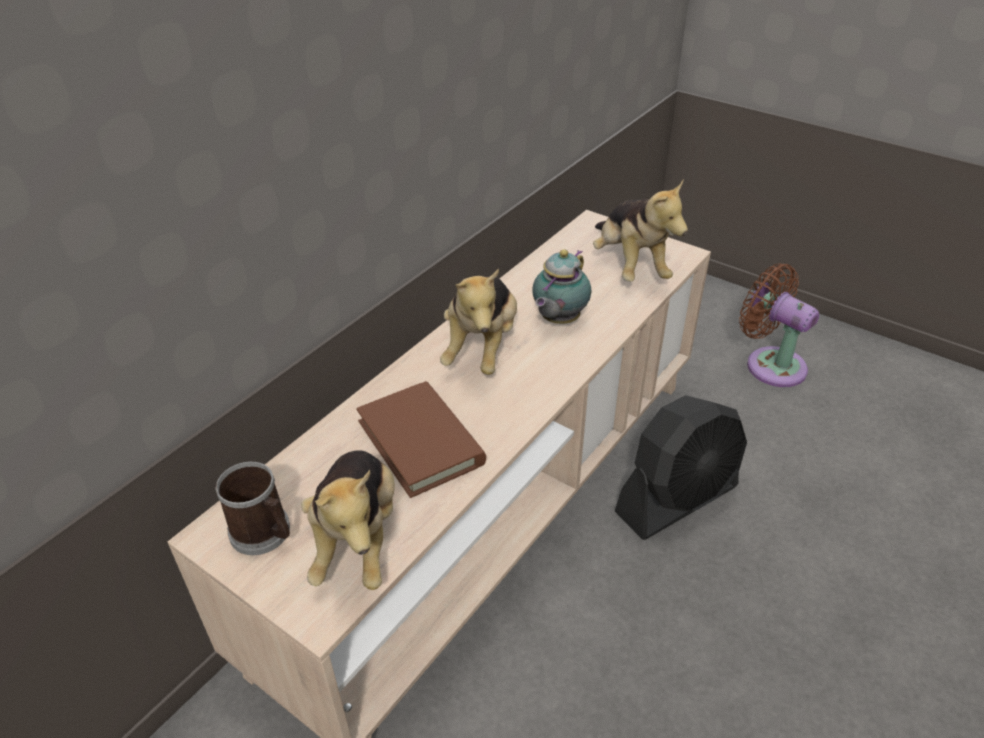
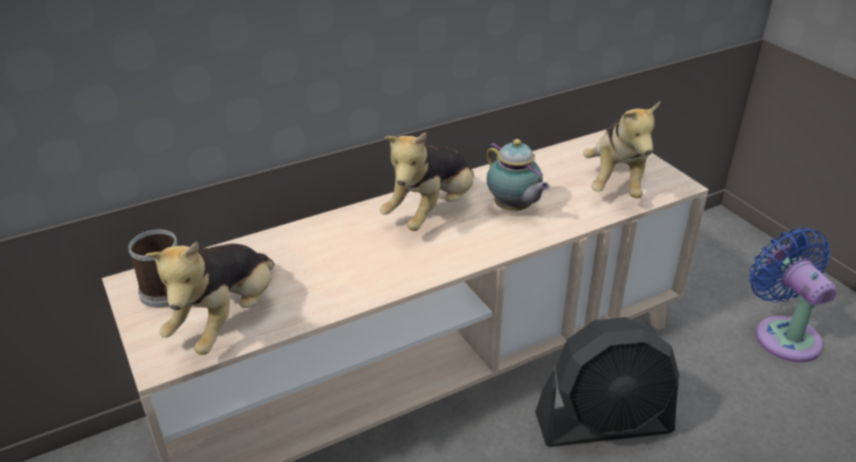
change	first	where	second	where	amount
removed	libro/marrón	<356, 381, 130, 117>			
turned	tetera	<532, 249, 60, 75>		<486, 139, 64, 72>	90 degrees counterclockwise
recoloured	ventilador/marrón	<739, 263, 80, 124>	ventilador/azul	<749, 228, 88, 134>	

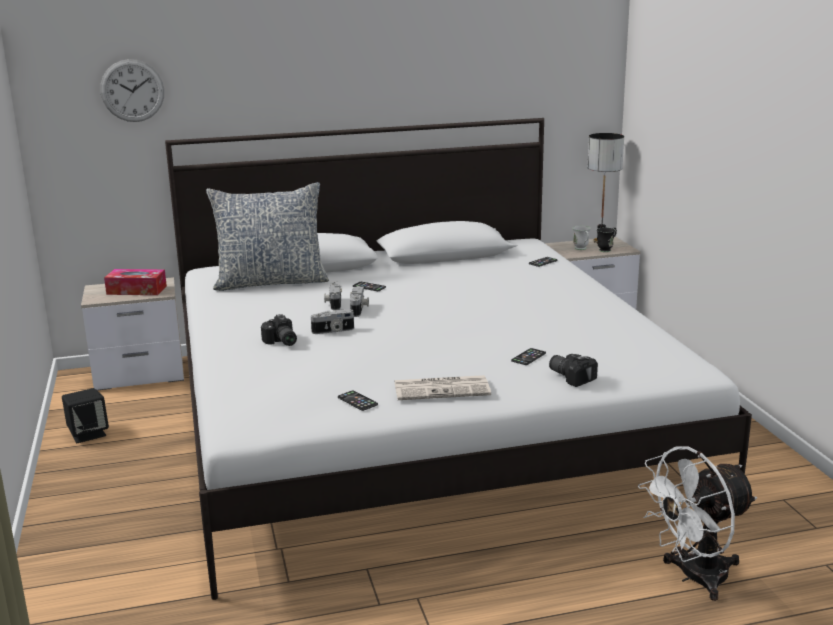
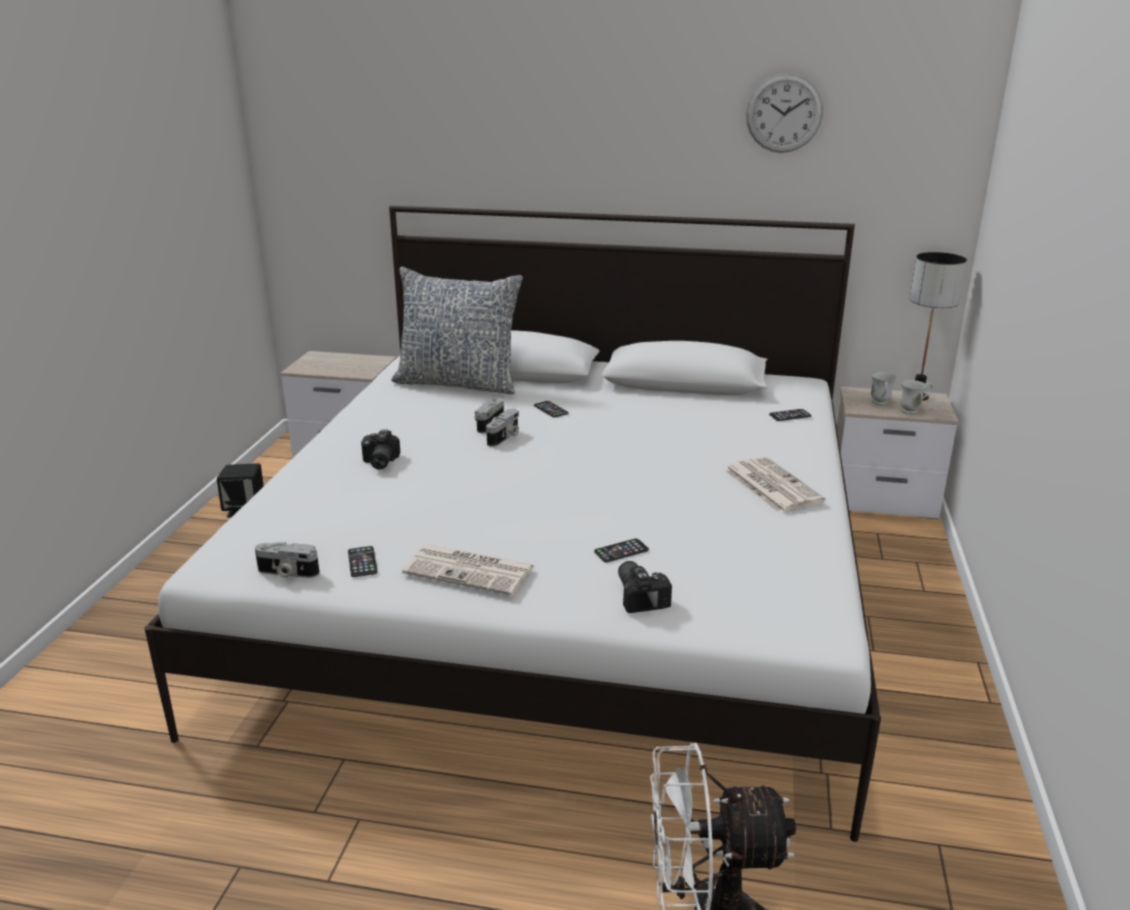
change	first	where	second	where	amount
moved	reloj de pared	<100, 59, 64, 63>		<746, 73, 77, 80>	
removed	caja de pañuelos	<104, 269, 63, 26>			
moved	cámara	<311, 309, 43, 25>		<255, 542, 65, 36>	
recoloured	taza grande/negro	<597, 227, 20, 25>	taza grande/blanco	<900, 380, 33, 34>	
added			periódico	<724, 457, 101, 56>	

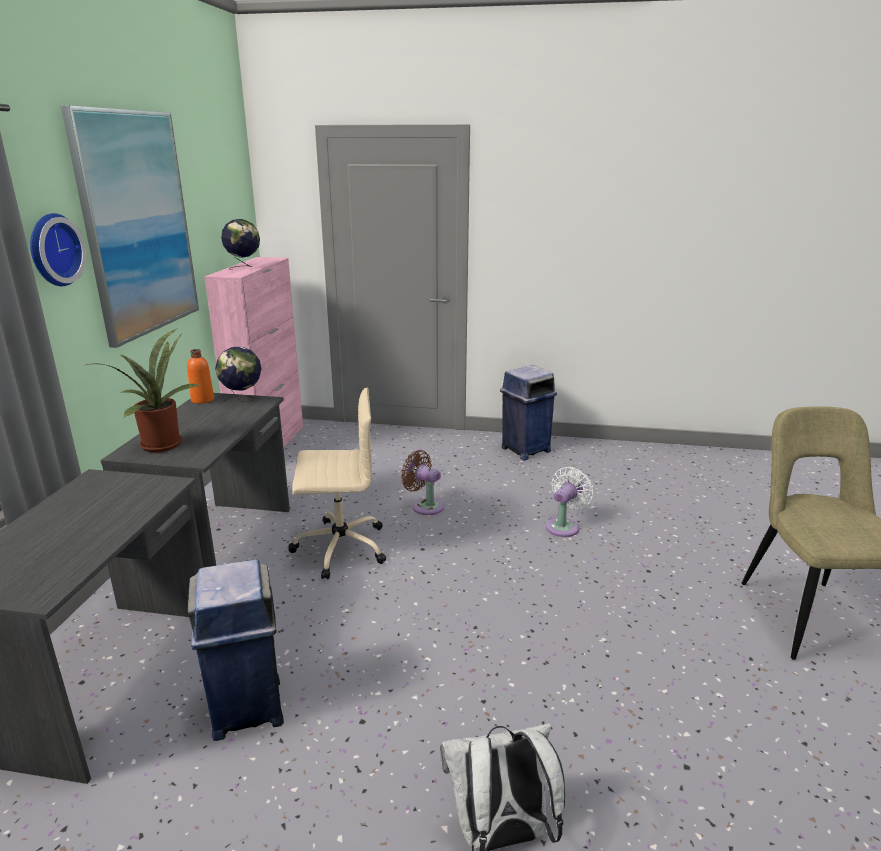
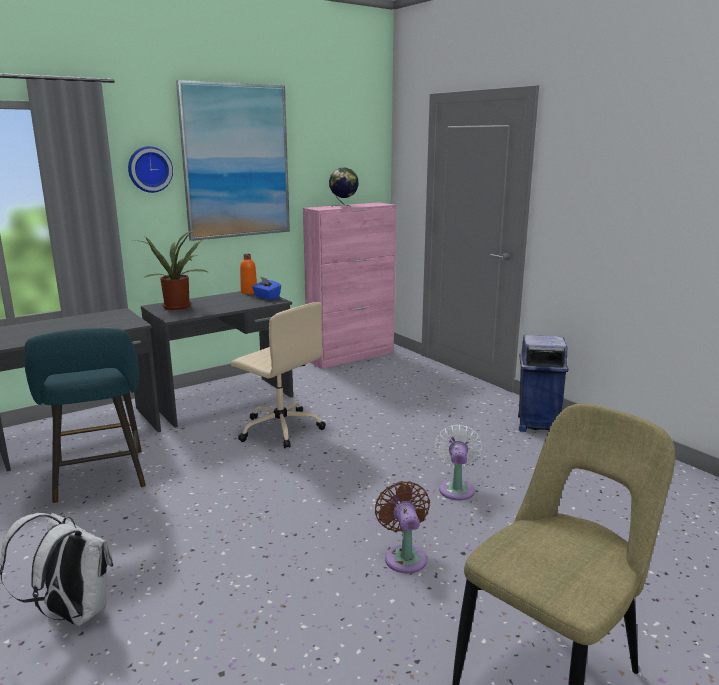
change	first	where	second	where	amount
replaced	papelera/azul	<188, 559, 96, 182>	taburete/turquesa	<24, 328, 122, 176>	
replaced	globo terráqueo	<215, 347, 46, 55>	caja de pañuelos/azul	<252, 277, 29, 23>	
moved	ventilador/marrón	<401, 450, 43, 65>		<375, 481, 55, 92>	
turned	ventilador/blanco	<546, 467, 48, 70>		<434, 425, 49, 75>	75 degrees counterclockwise

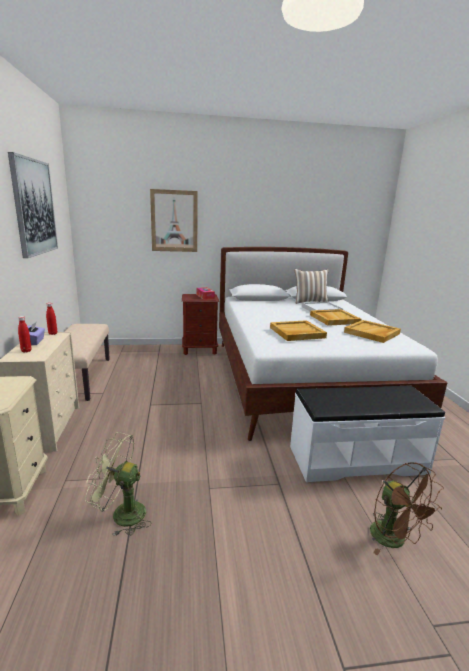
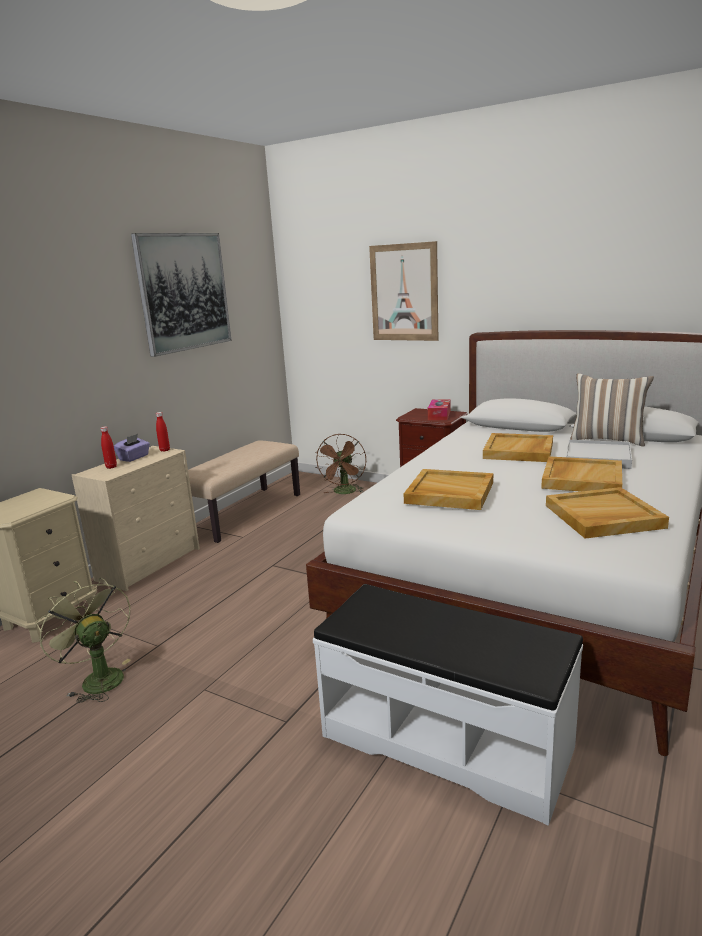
change	first	where	second	where	amount
moved	ventilador/marrón	<370, 462, 74, 93>		<315, 434, 51, 60>	
added			bandeja/beis	<483, 433, 70, 29>	

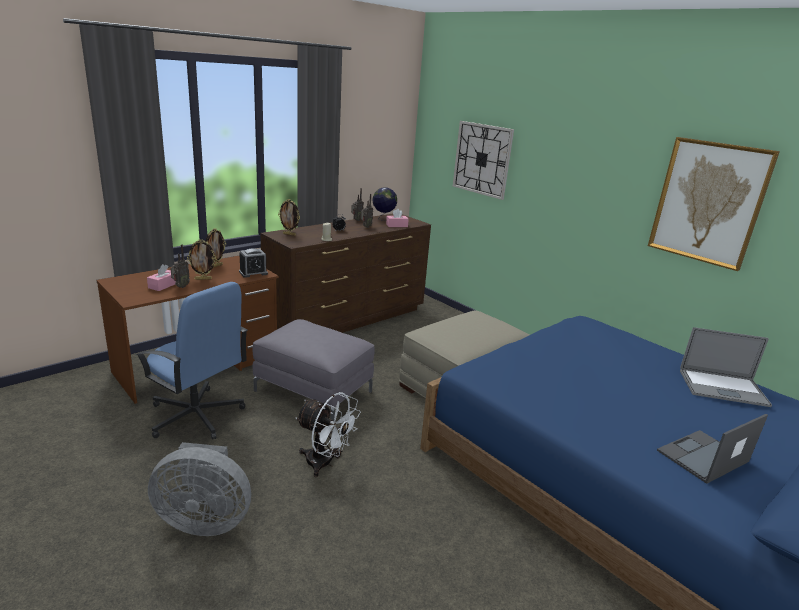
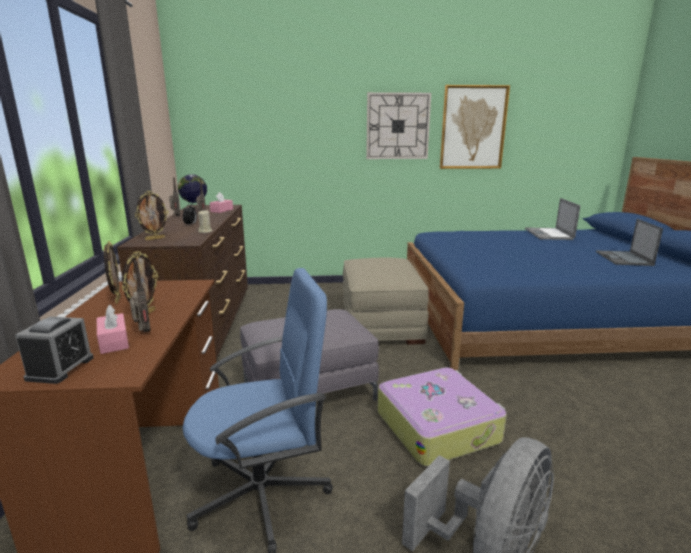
change	first	where	second	where	amount
moved	despertador	<239, 249, 29, 29>		<15, 316, 79, 68>	
replaced	ventilador/blanco	<296, 392, 65, 85>	maleta	<378, 367, 129, 100>	
moved	reloj de pared	<453, 121, 61, 79>		<366, 92, 65, 67>	
turned	portátil	<680, 327, 92, 80>		<525, 198, 55, 42>	135 degrees clockwise

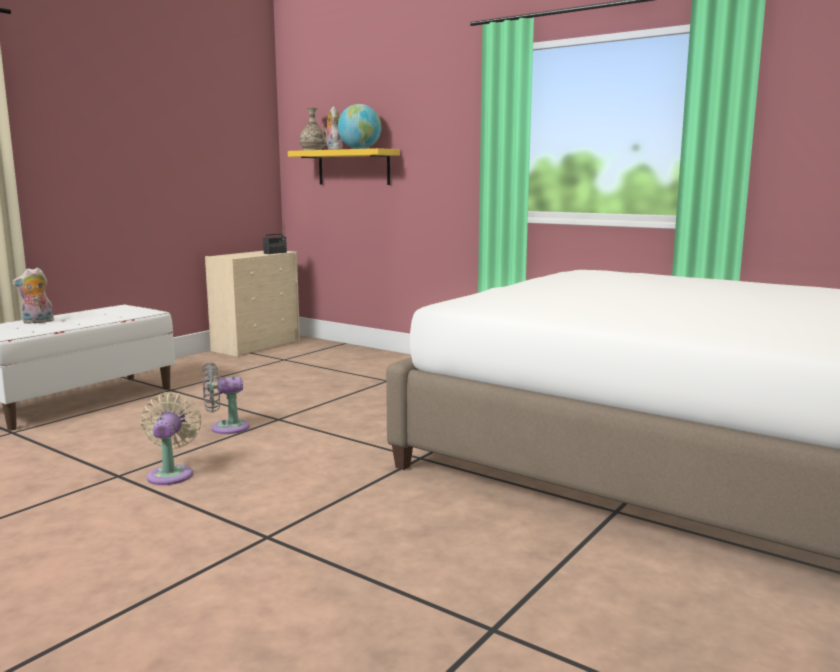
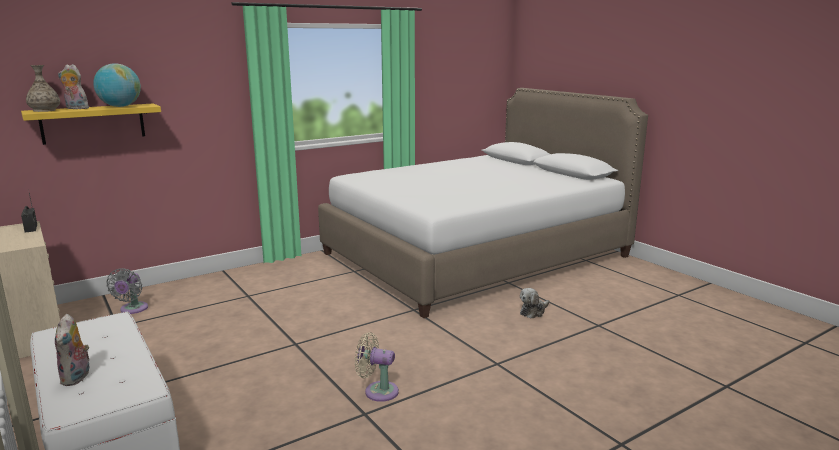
change	first	where	second	where	amount
moved	ventilador/gris	<202, 362, 48, 72>		<106, 268, 42, 46>	
added			peluche	<520, 288, 30, 31>	

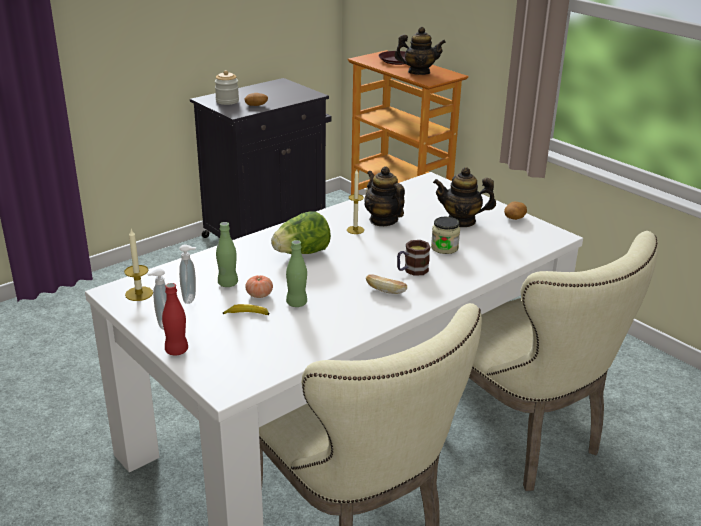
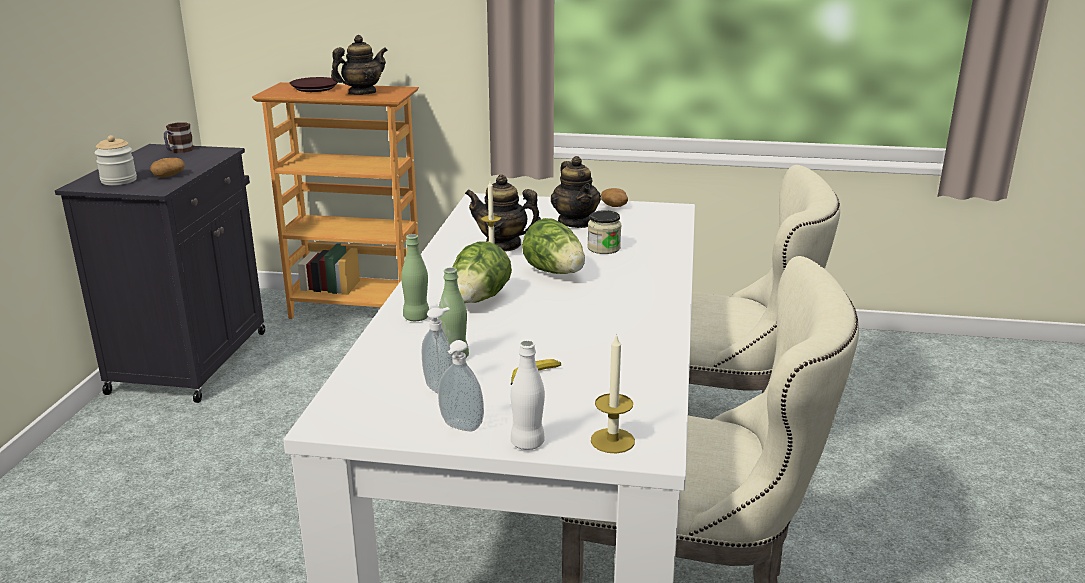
change	first	where	second	where	amount
moved	vela	<124, 229, 29, 72>		<591, 334, 44, 119>	
recoloured	botella/rojo	<162, 283, 26, 73>	botella/blanco	<511, 340, 34, 110>	
removed	tomate	<245, 275, 28, 23>			
moved	botella/verde	<286, 240, 21, 67>		<401, 234, 28, 87>	
removed	pan	<366, 274, 41, 20>			
moved	taza grande	<397, 240, 33, 36>		<164, 122, 30, 31>	
turned	tetera	<433, 167, 63, 60>		<551, 156, 50, 72>	75 degrees counterclockwise
added			lechuga	<522, 218, 63, 56>	

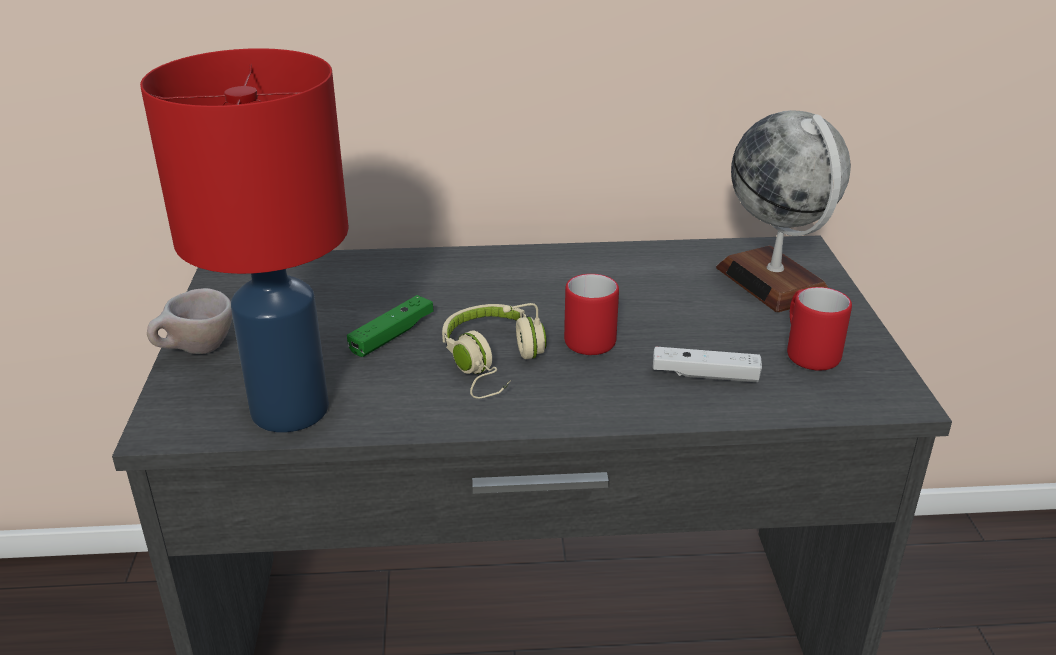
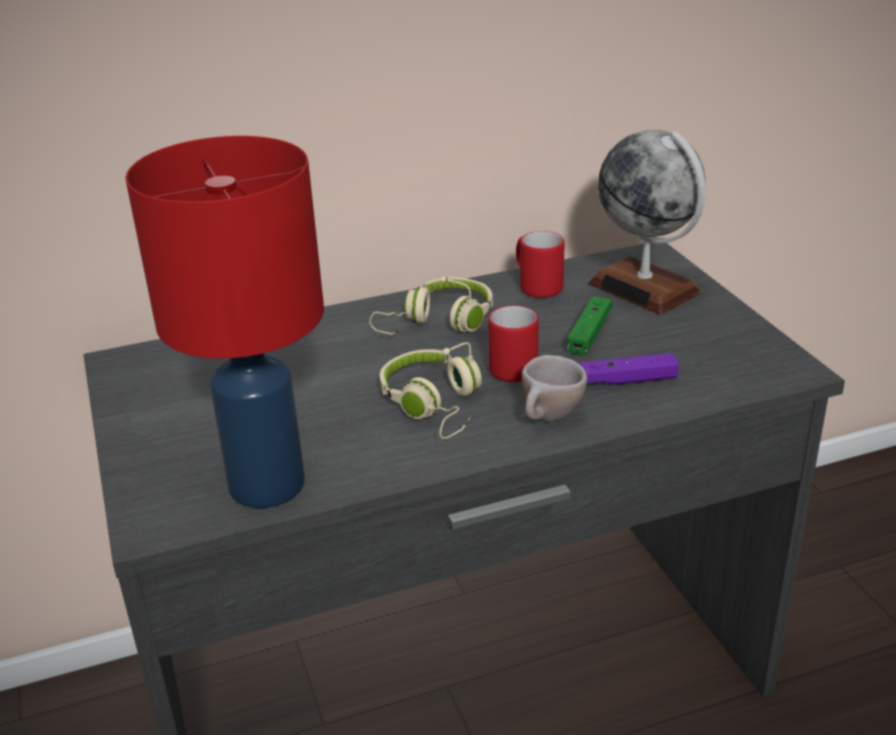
change	first	where	second	where	amount
moved	taza/beis	<147, 288, 85, 66>		<522, 355, 65, 66>	
moved	mando de consola/verde	<347, 295, 87, 62>		<567, 296, 45, 59>	
recoloured	mando de consola/blanco	<653, 346, 109, 36>	mando de consola/morado	<579, 353, 100, 32>	
moved	taza grande/rojo	<787, 287, 65, 84>		<516, 231, 49, 67>	
added			auriculares/beis	<370, 277, 123, 58>	

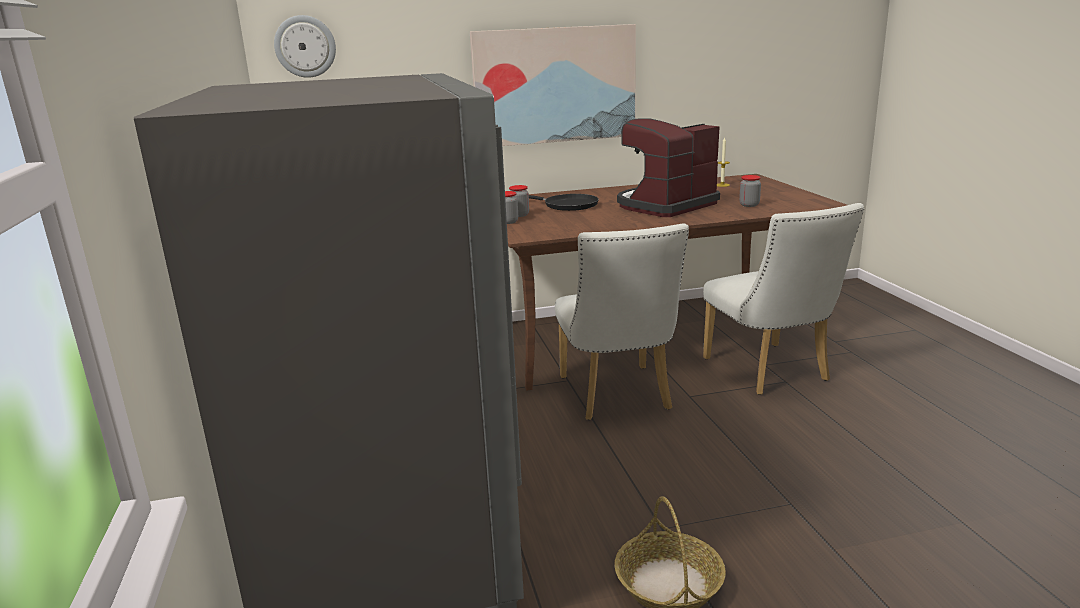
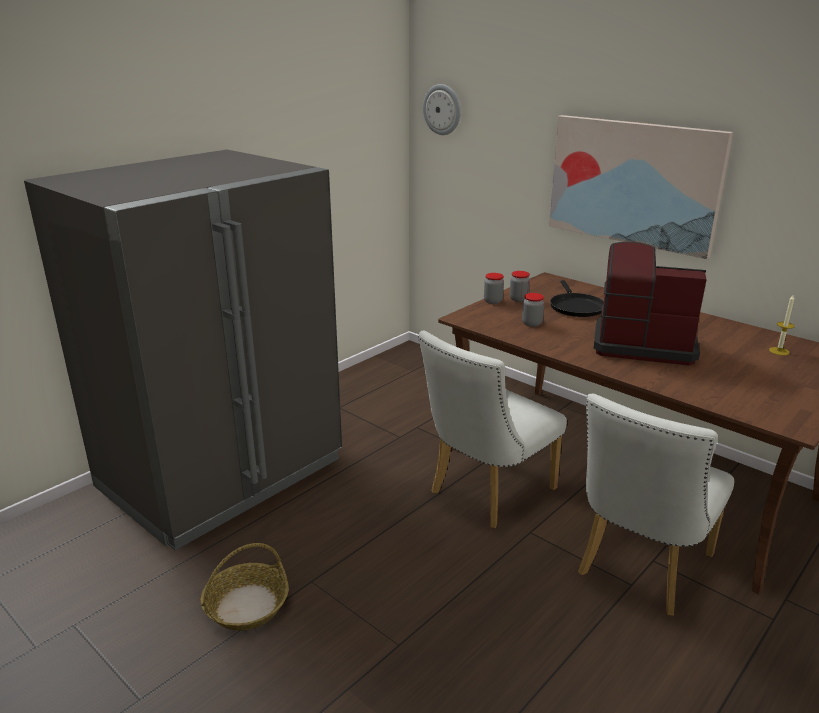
change	first	where	second	where	amount
moved	tarro	<739, 175, 22, 32>		<522, 293, 22, 34>	

